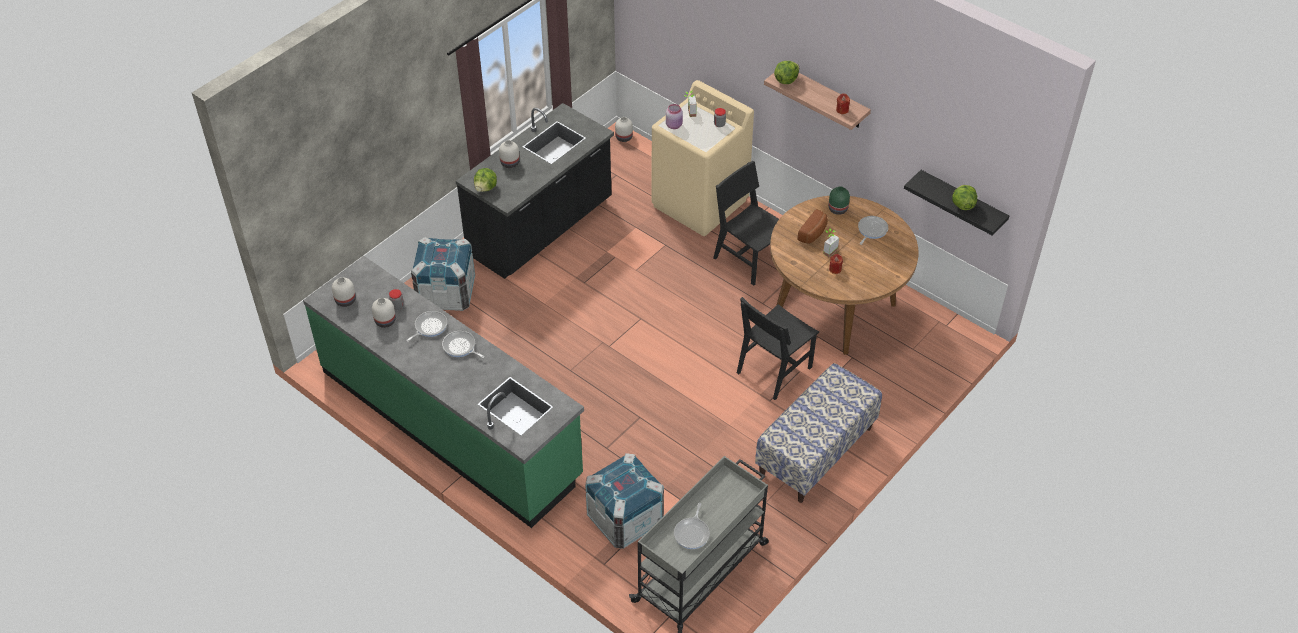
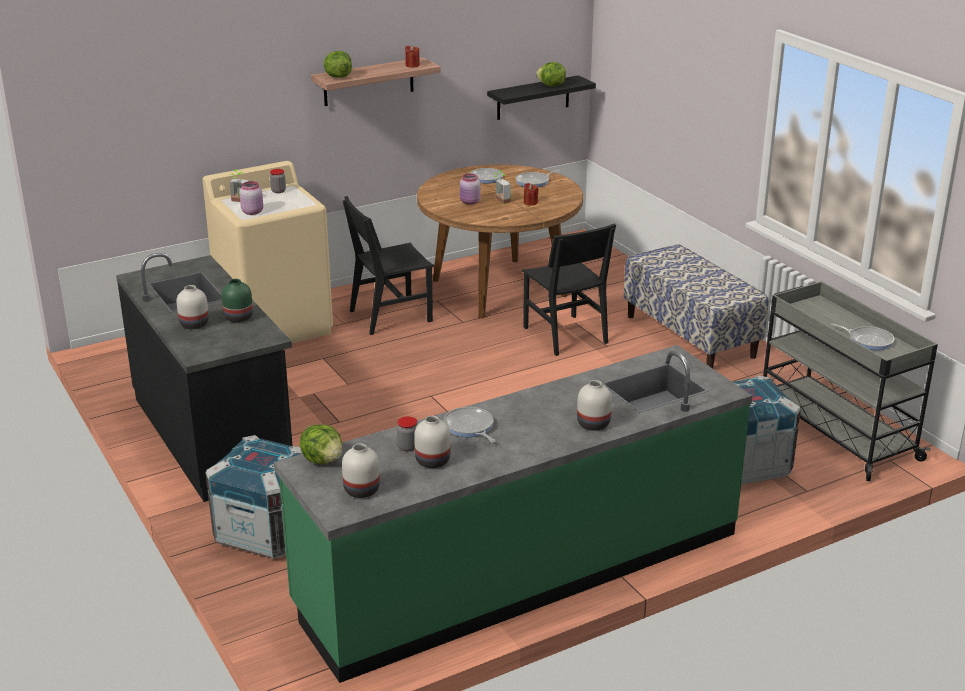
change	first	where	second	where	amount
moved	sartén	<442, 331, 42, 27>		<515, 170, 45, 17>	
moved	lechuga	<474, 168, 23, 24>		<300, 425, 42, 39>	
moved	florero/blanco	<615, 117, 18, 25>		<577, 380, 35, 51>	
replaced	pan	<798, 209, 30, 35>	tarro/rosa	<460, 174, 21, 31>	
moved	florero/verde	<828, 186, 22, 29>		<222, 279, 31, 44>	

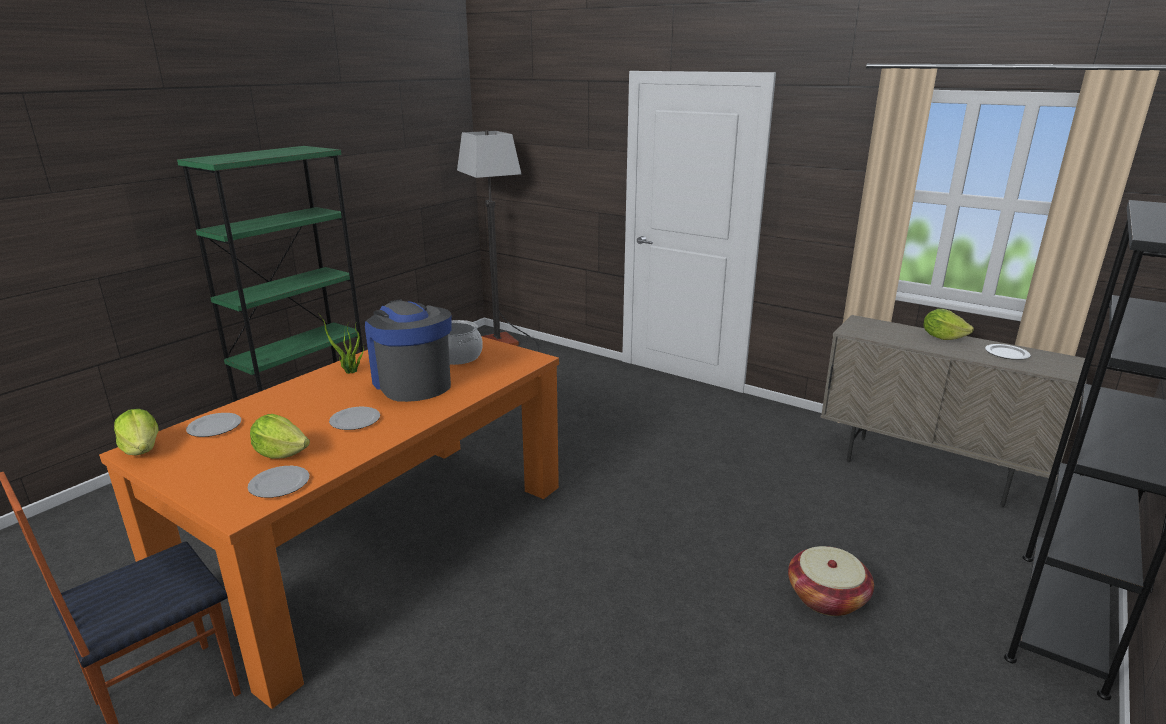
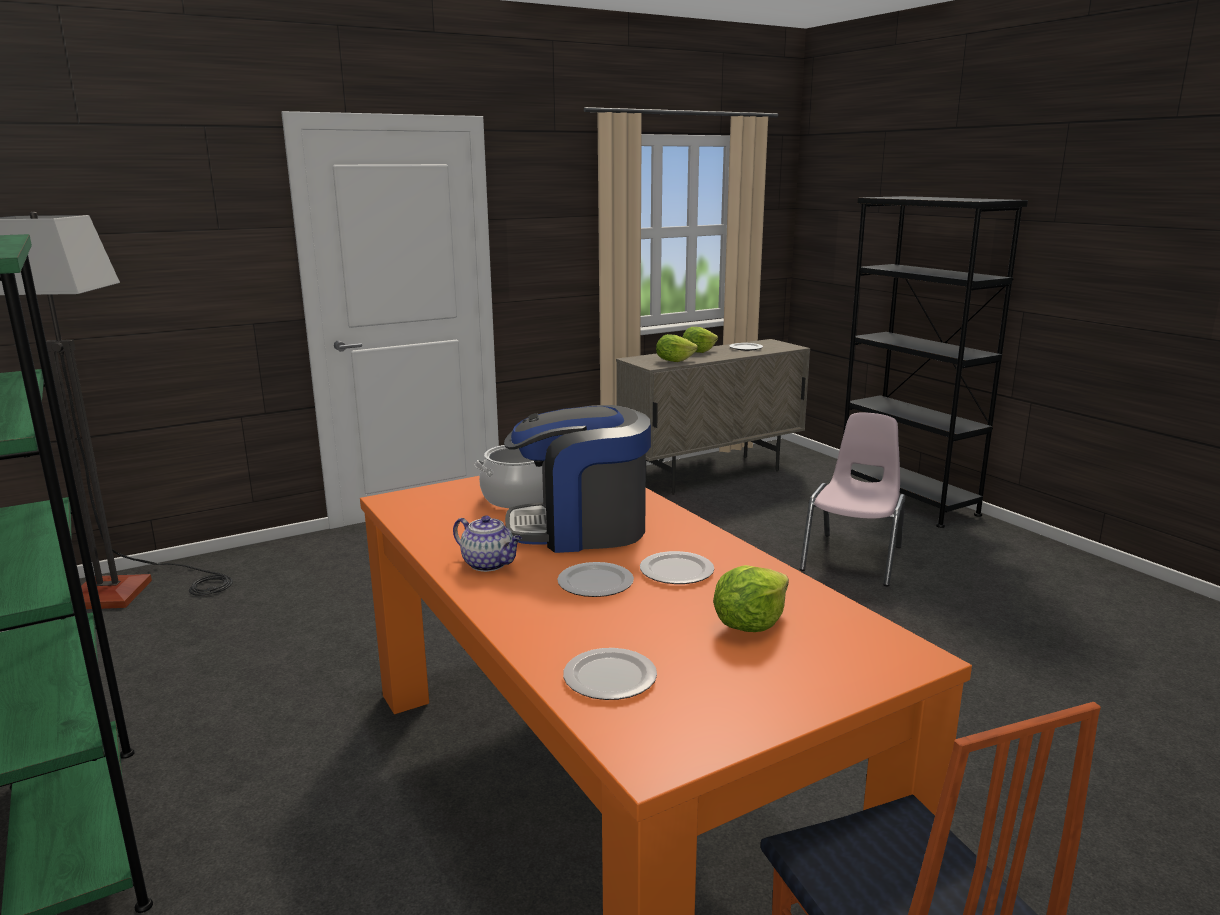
change	first	where	second	where	amount
moved	lechuga	<114, 409, 45, 46>		<656, 334, 42, 28>	
moved	plato	<248, 466, 61, 32>		<557, 562, 77, 35>	
replaced	planta en maceta	<318, 313, 46, 61>	tetera	<453, 515, 69, 57>	
replaced	cesta	<788, 546, 86, 70>	silla/rosa	<800, 413, 105, 174>	

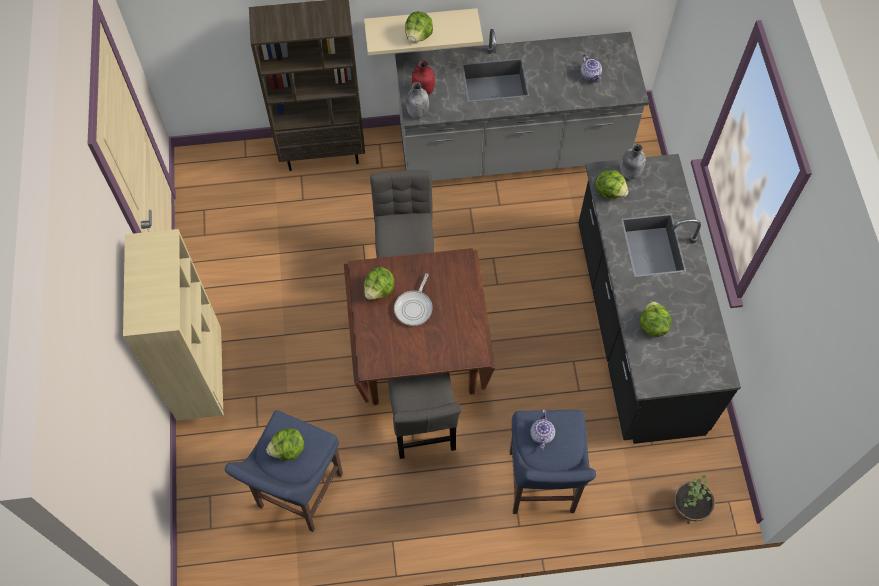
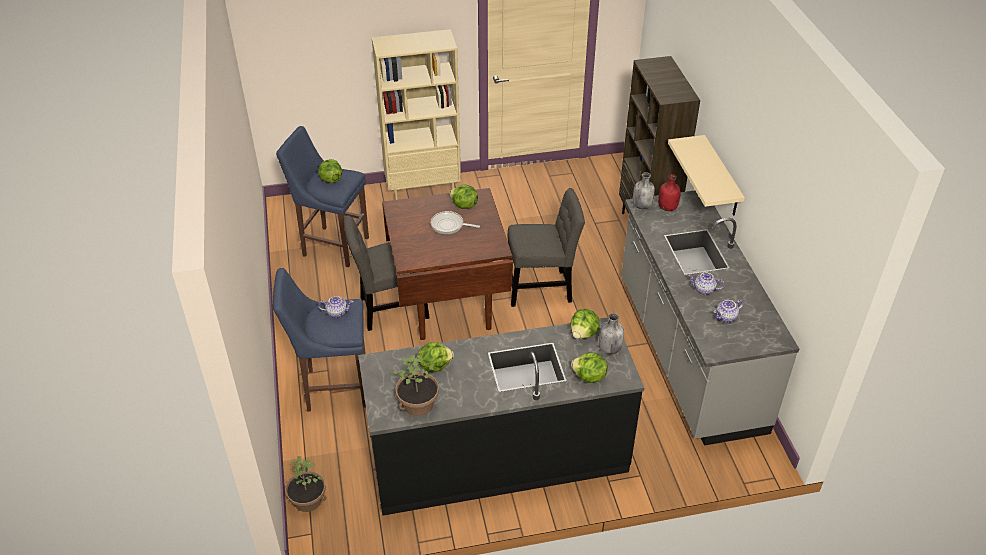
change	first	where	second	where	amount
moved	lechuga	<405, 11, 28, 32>		<571, 352, 37, 31>	
added			planta en maceta	<393, 355, 46, 61>	
added			tetera	<688, 273, 36, 22>	

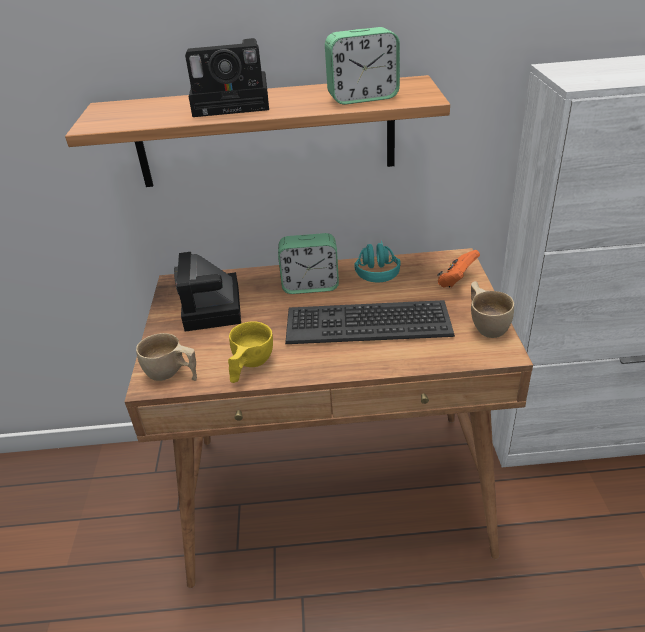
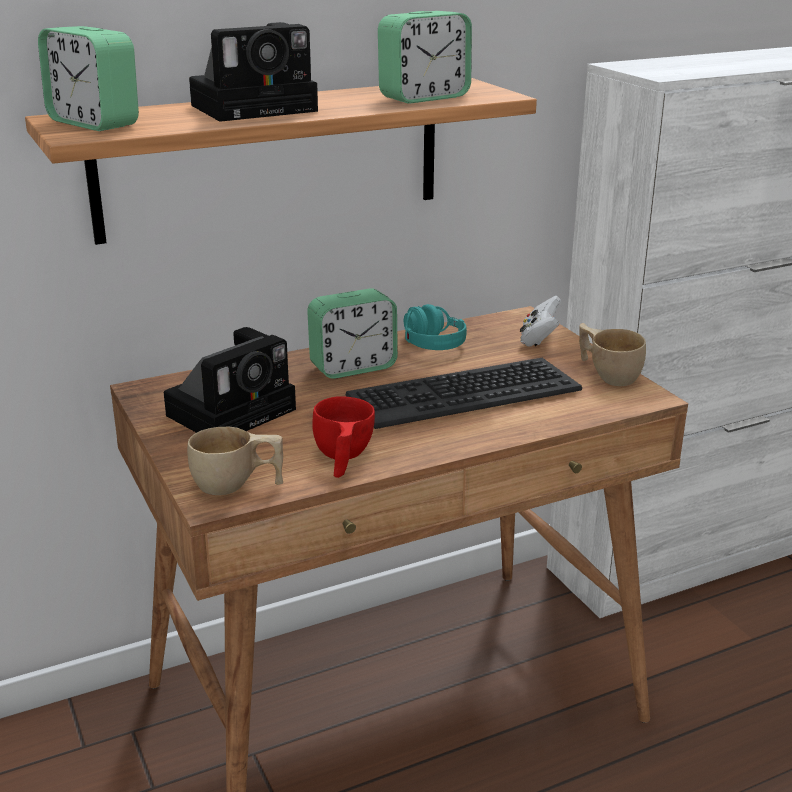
change	first	where	second	where	amount
turned	cámara	<174, 252, 67, 80>		<164, 327, 132, 106>	105 degrees counterclockwise
recoloured	taza/amarillo	<228, 321, 45, 62>	taza/rojo	<312, 396, 63, 82>	
recoloured	mando de consola/naranja	<437, 250, 43, 38>	mando de consola/blanco	<520, 296, 41, 51>	
added			despertador	<38, 26, 101, 105>	

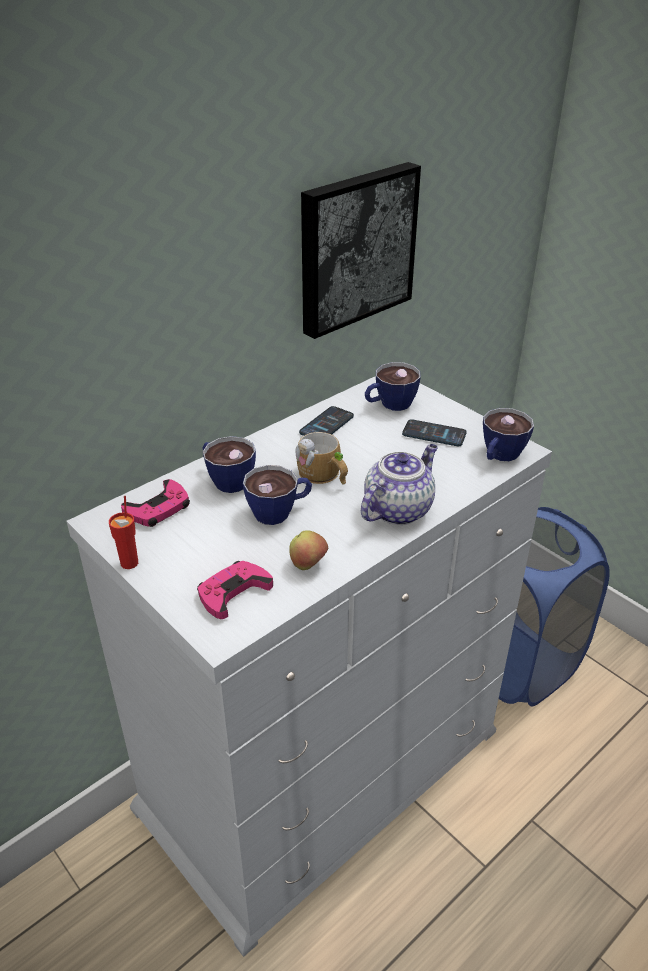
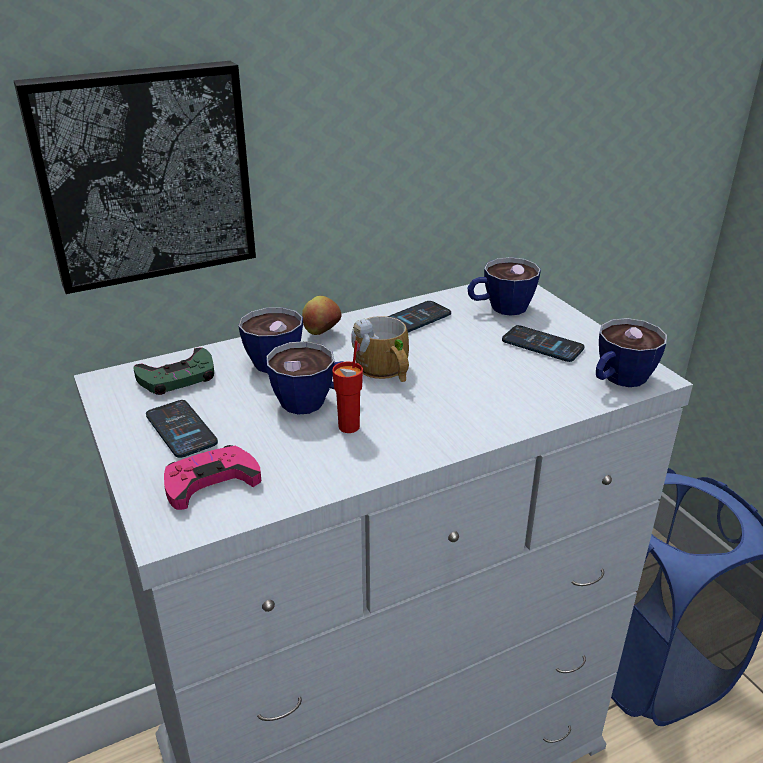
change	first	where	second	where	amount
moved	taza/rojo	<109, 496, 29, 73>		<332, 341, 31, 92>	
recoloured	mando de consola/rosa	<121, 479, 69, 48>	mando de consola/verde	<134, 348, 80, 47>	
moved	manzana	<289, 530, 39, 40>		<302, 296, 39, 39>	
moved	cuadro	<301, 162, 120, 177>		<14, 61, 242, 233>	
removed	tetera	<361, 444, 77, 81>			
added			móvil	<146, 400, 72, 58>	

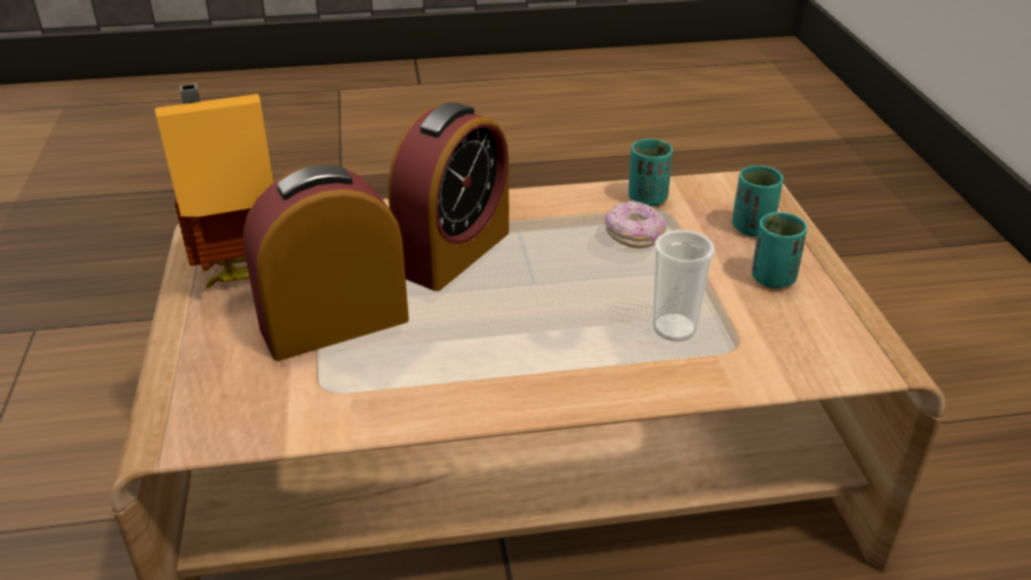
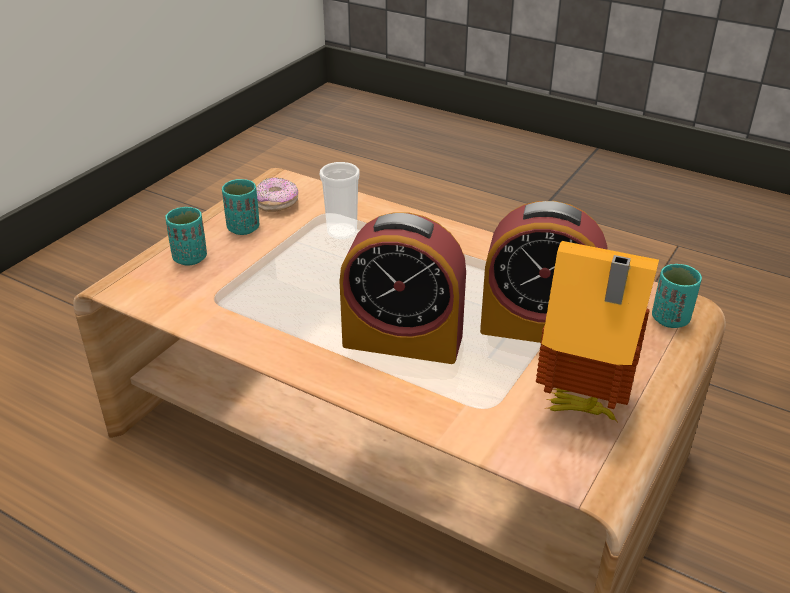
change	first	where	second	where	amount
turned	despertador	<388, 102, 121, 189>		<340, 212, 126, 152>	150 degrees counterclockwise
moved	rosquilla	<605, 200, 62, 49>		<256, 177, 42, 35>	
moved	taza/turquesa	<629, 139, 44, 67>		<652, 264, 50, 64>	

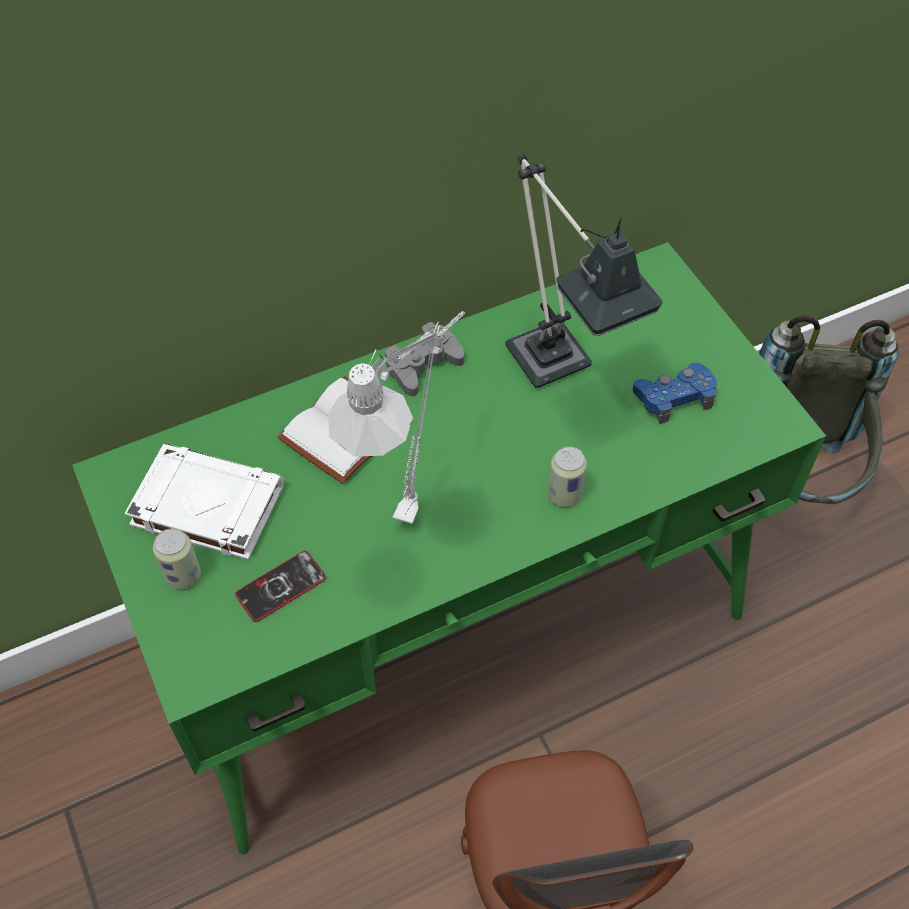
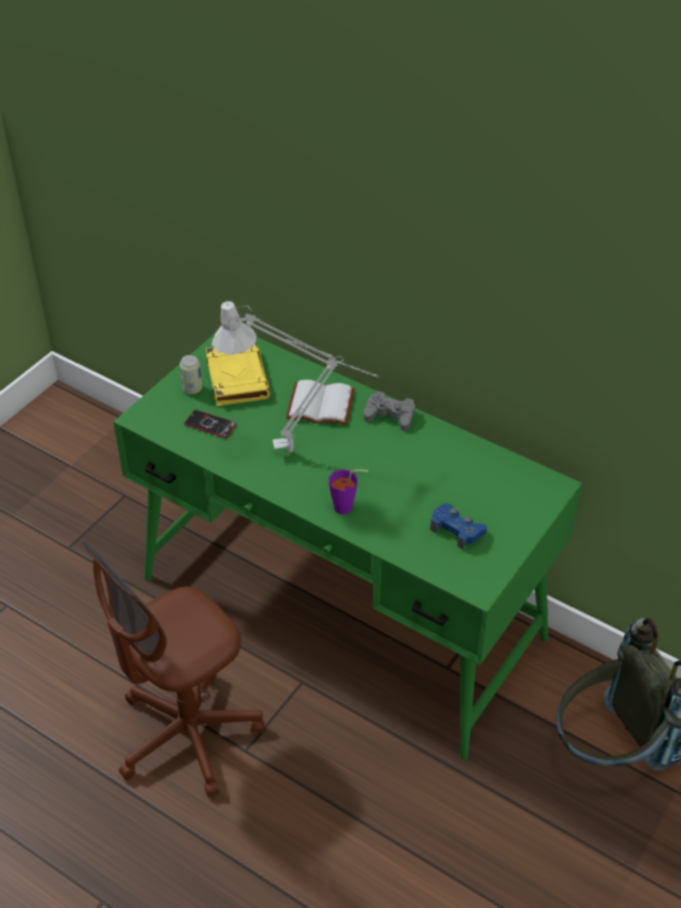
change	first	where	second	where	amount
recoloured	libro/blanco	<124, 443, 160, 117>	libro/amarillo	<206, 343, 64, 63>	
removed	lámpara de mesa	<506, 154, 157, 234>			
replaced	lata	<548, 446, 39, 61>	taza/morado	<329, 469, 39, 45>	

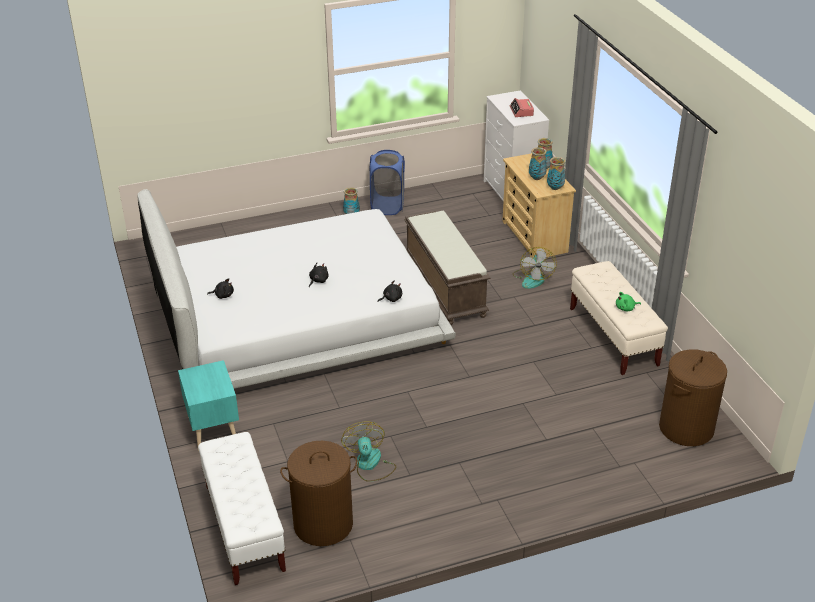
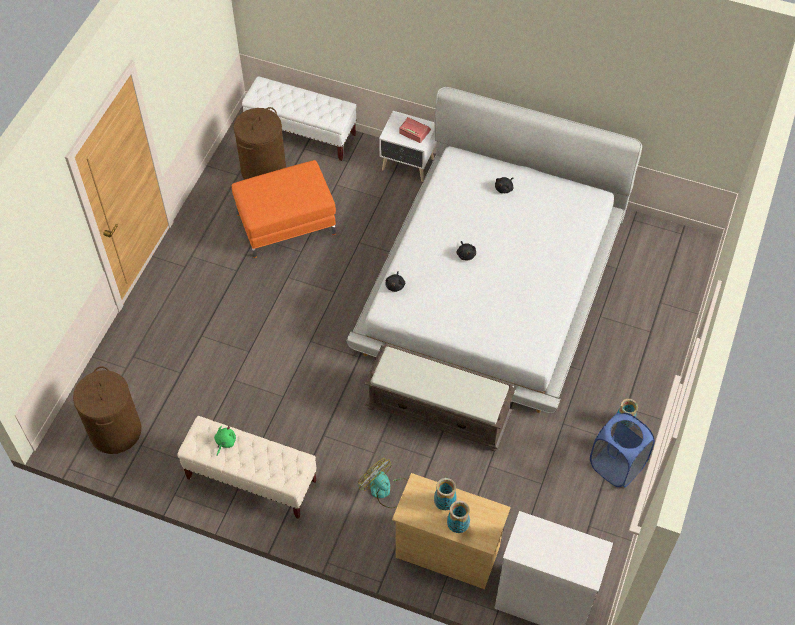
change	first	where	second	where	amount
recoloured	mesita de noche/turquesa	<178, 360, 61, 91>	mesita de noche/blanco	<379, 111, 57, 71>	
replaced	ventilador	<341, 421, 55, 61>	puf/naranja	<232, 160, 104, 98>	
moved	despertador	<510, 98, 24, 19>		<399, 117, 32, 26>	
removed	florero	<547, 157, 18, 33>			

